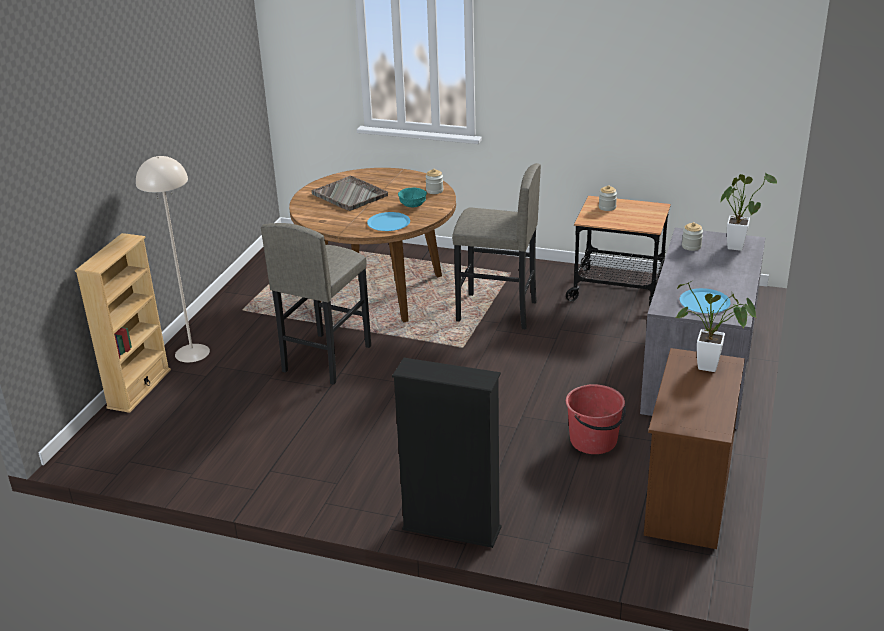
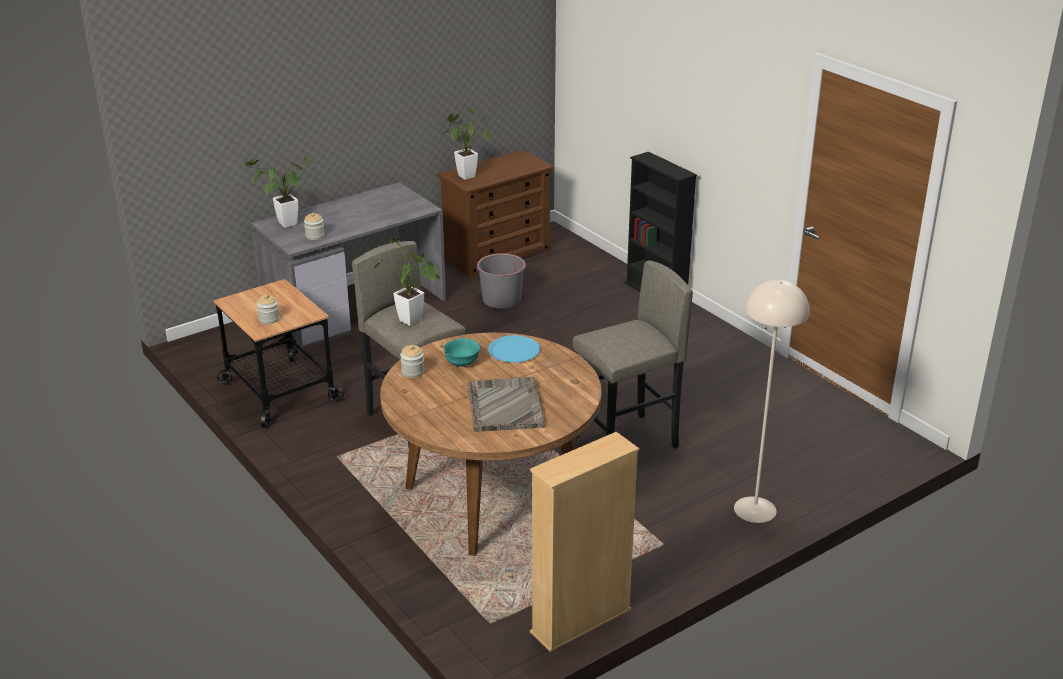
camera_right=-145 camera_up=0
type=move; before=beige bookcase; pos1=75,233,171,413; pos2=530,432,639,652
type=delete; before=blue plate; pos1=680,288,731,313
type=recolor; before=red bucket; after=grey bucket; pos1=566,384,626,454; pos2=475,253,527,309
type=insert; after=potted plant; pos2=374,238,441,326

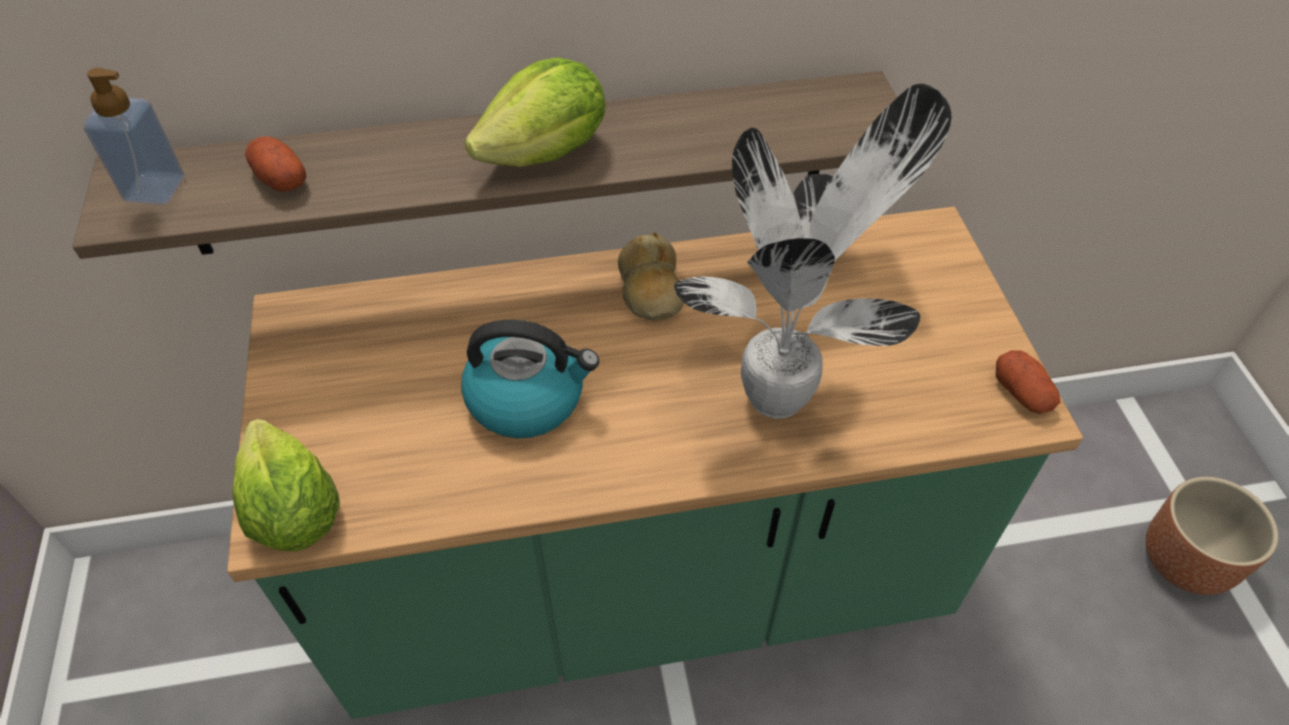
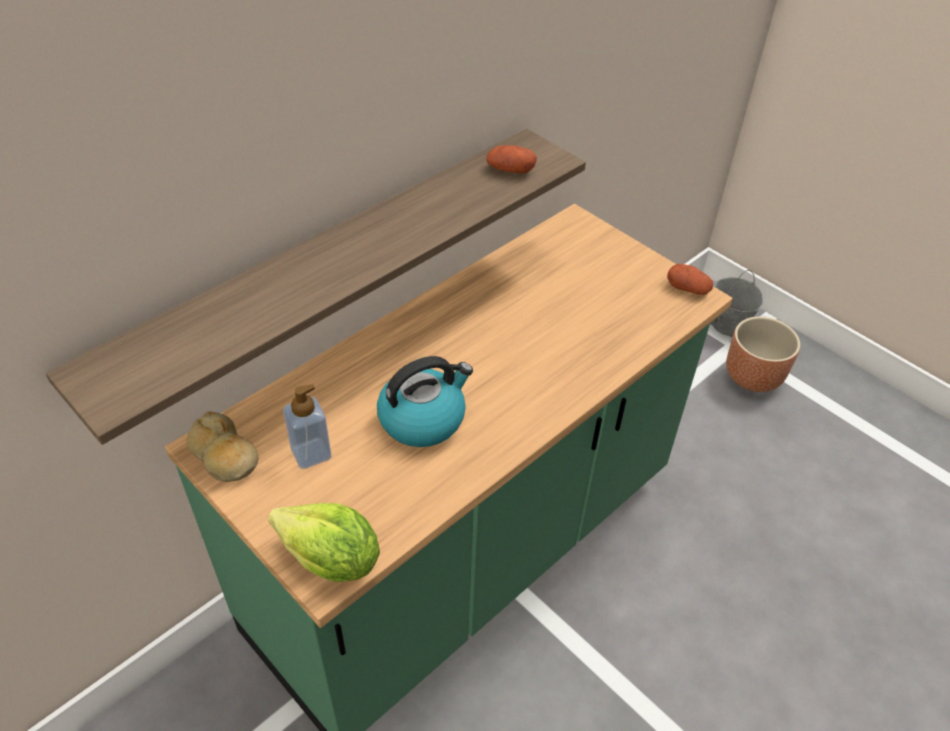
camera_right=-35 camera_up=-5
type=delete; before=lettuce; pos1=464,57,606,167
type=move; before=soap dispenser; pos1=84,68,184,205; pos2=283,384,331,469
type=delete; before=potted plant; pos1=674,84,951,419
type=move; before=potato; pos1=245,136,306,192; pos2=486,145,537,174
type=move; before=bread; pos1=618,232,684,321; pos2=186,411,258,482
type=insert; after=grey bucket; pos2=712,270,764,336

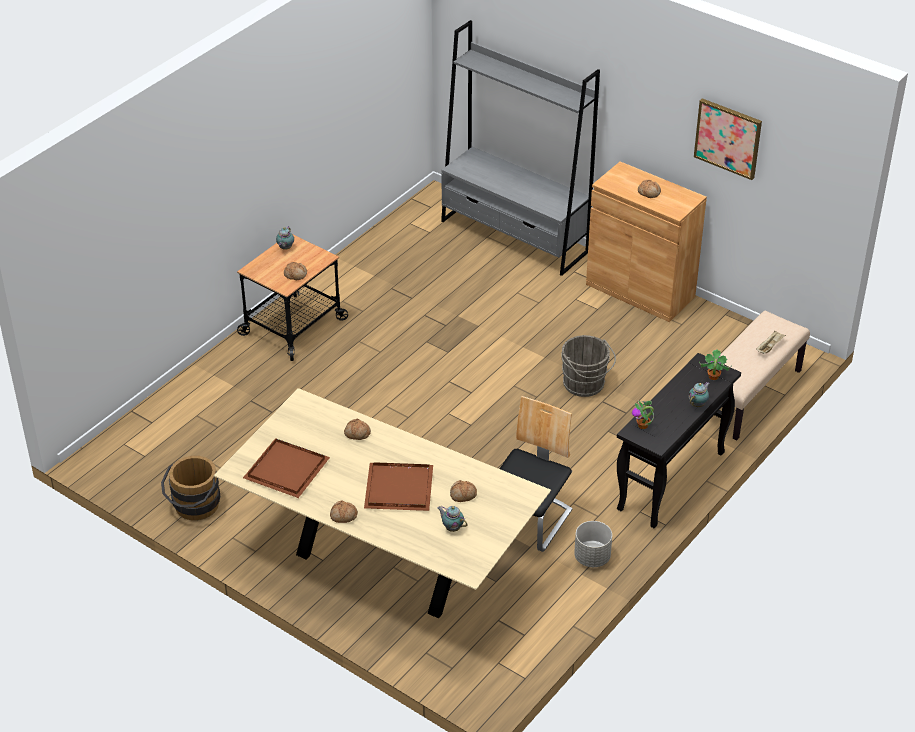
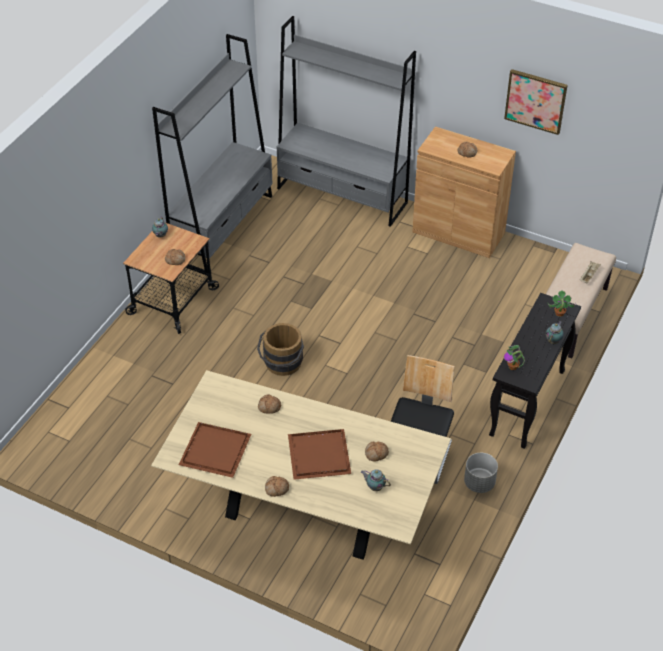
camera_right=-10 camera_up=5
type=delete; before=grey bucket; pos1=561,335,616,397
type=move; before=brown bucket; pos1=161,456,220,520; pos2=257,323,304,376
type=insert; after=grey bookcase; pos2=152,34,273,272

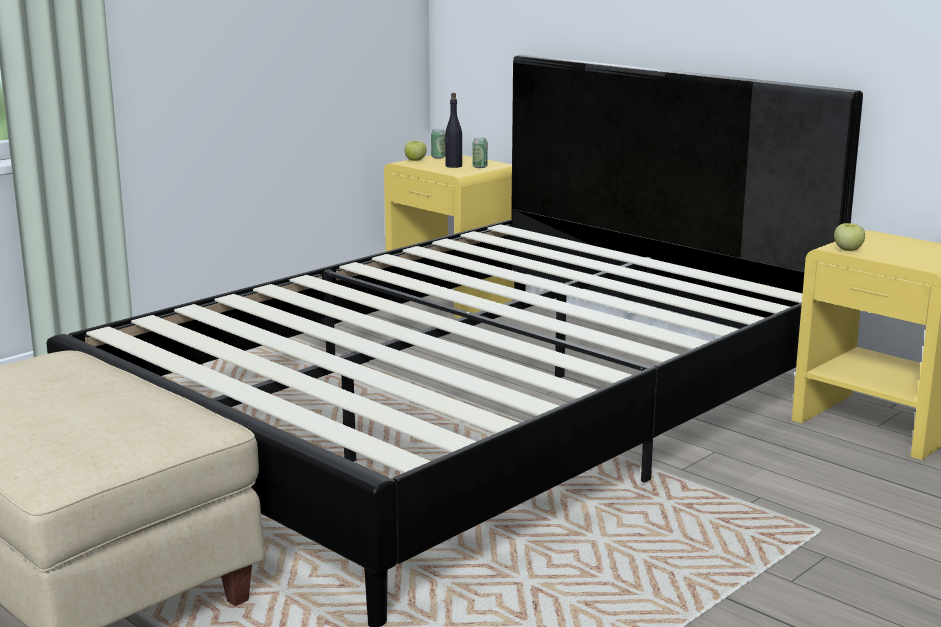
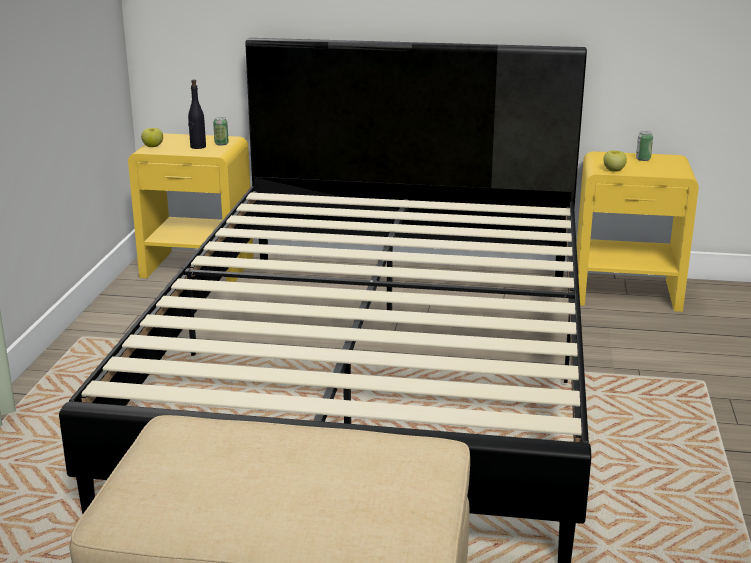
camera_right=-35 camera_up=5
type=move; before=can; pos1=431,129,446,159; pos2=636,131,653,161

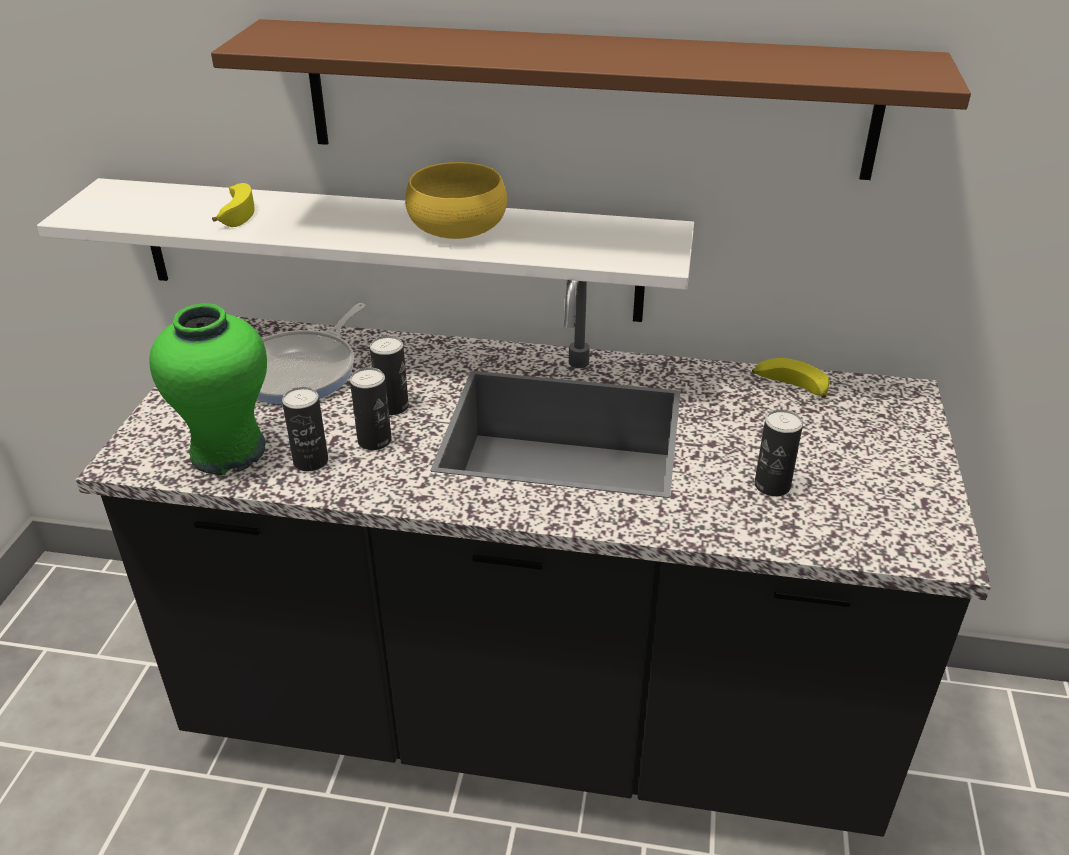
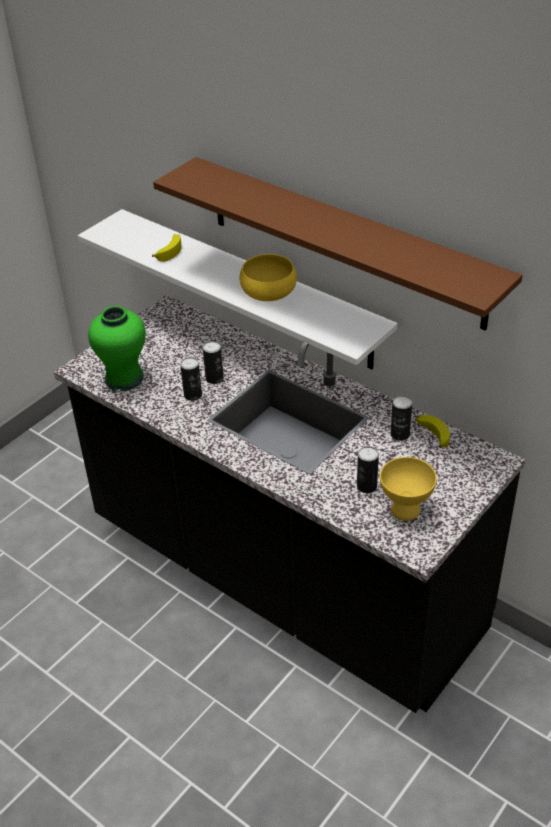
camera_right=30 camera_up=5
type=delete; before=frying pan; pos1=257,303,365,405
type=move; before=can; pos1=282,387,328,471; pos2=391,395,412,441
type=insert; after=yellow bowl; pos2=380,457,437,521

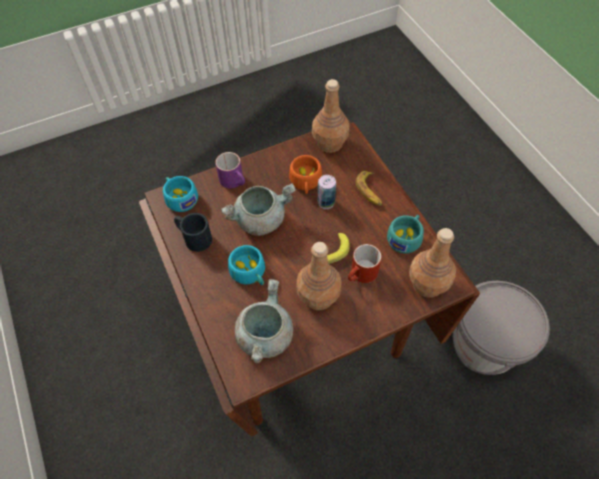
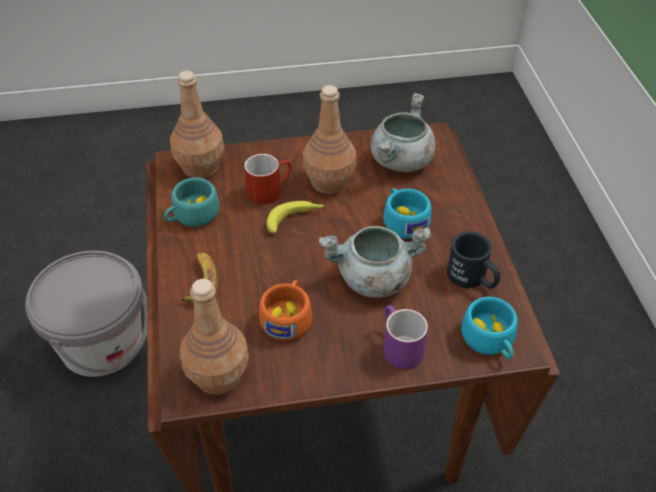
camera_right=-165 camera_up=-10
type=delete; before=can; pos1=318,175,336,209

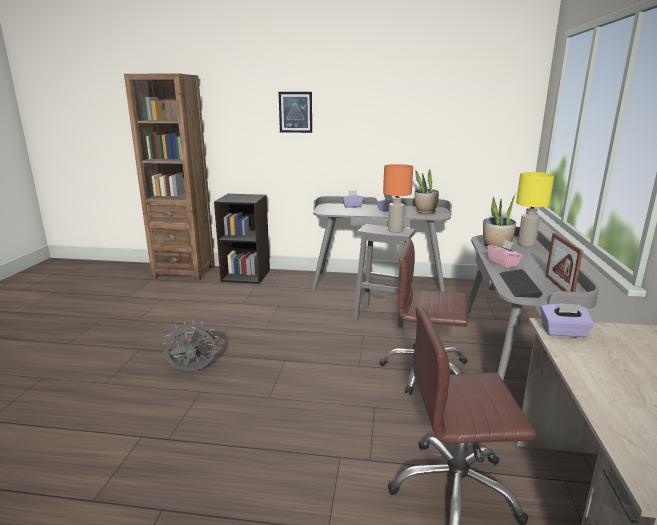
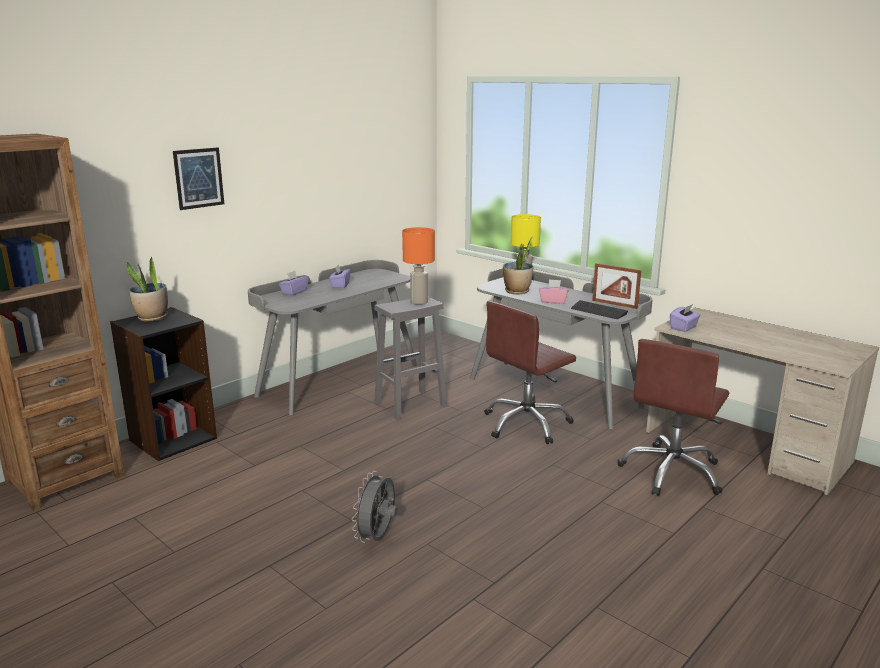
camera_right=-55 camera_up=0
type=move; before=potted plant; pos1=414,169,439,214; pos2=126,257,168,321

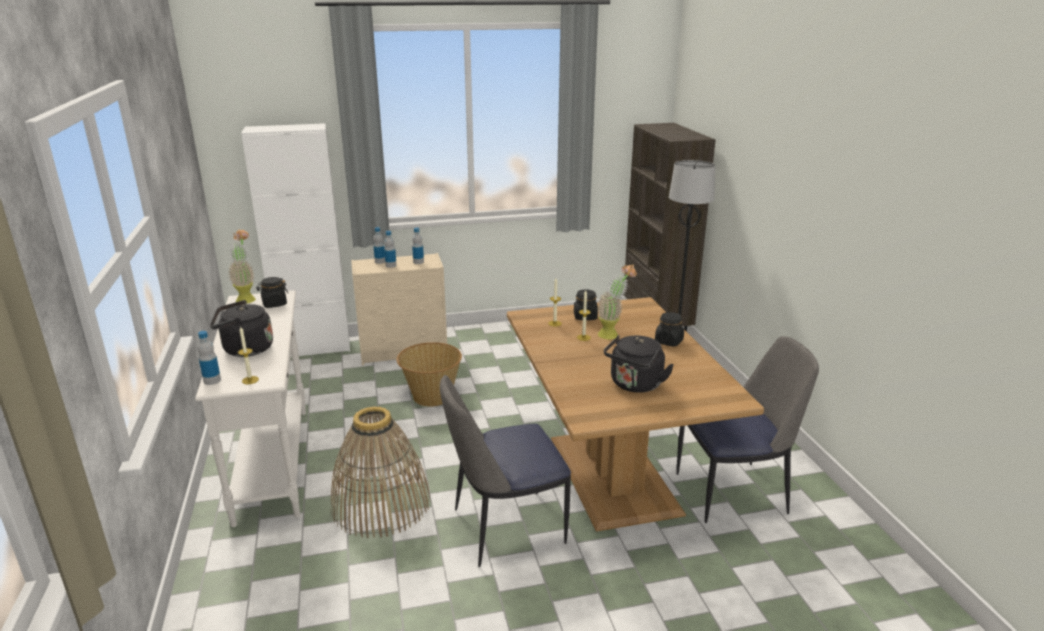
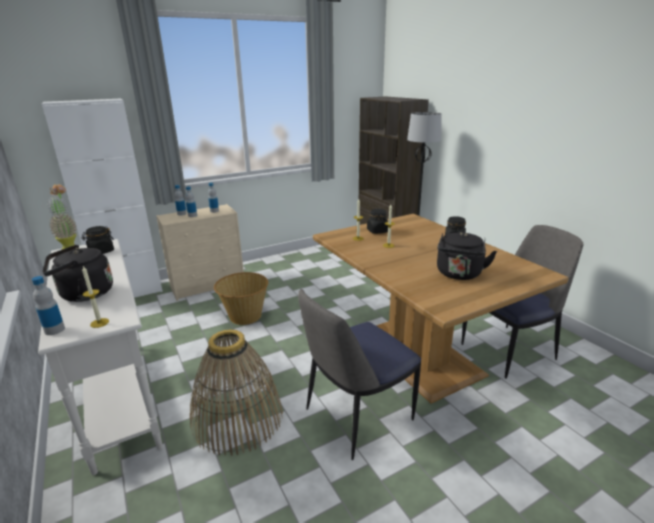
camera_right=-15 camera_up=0
type=delete; before=potted plant; pos1=598,264,637,339

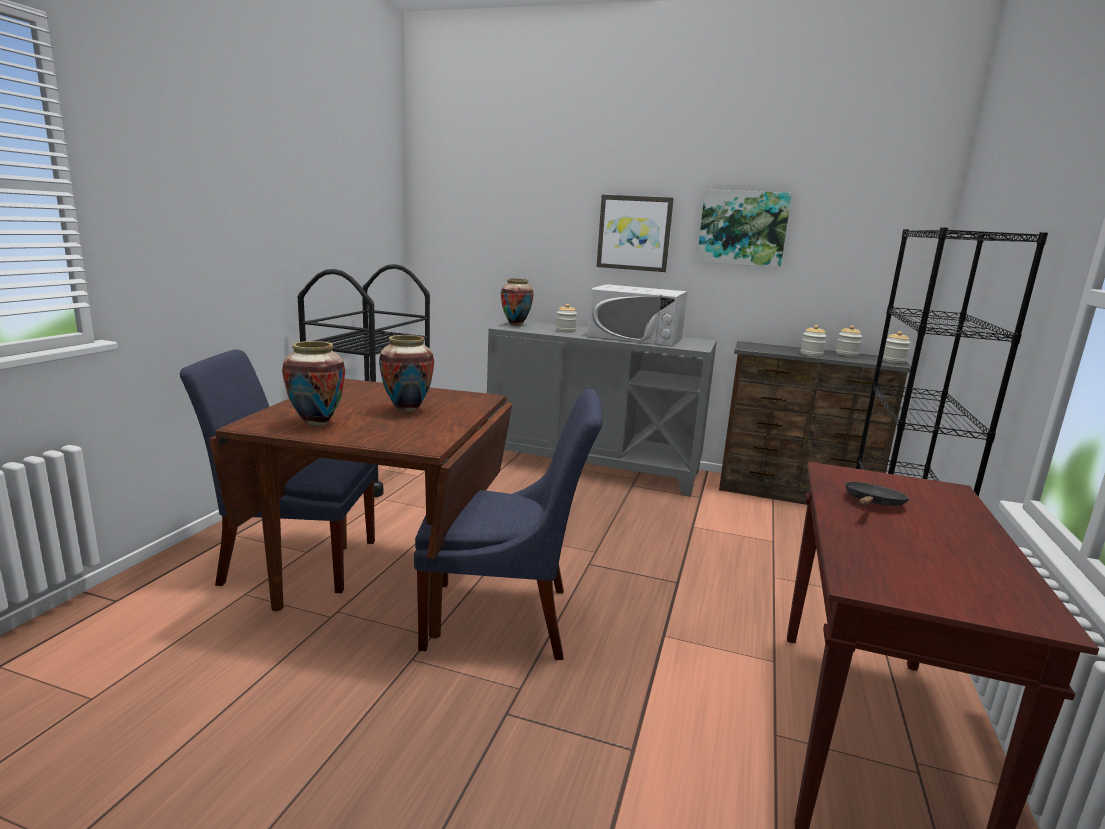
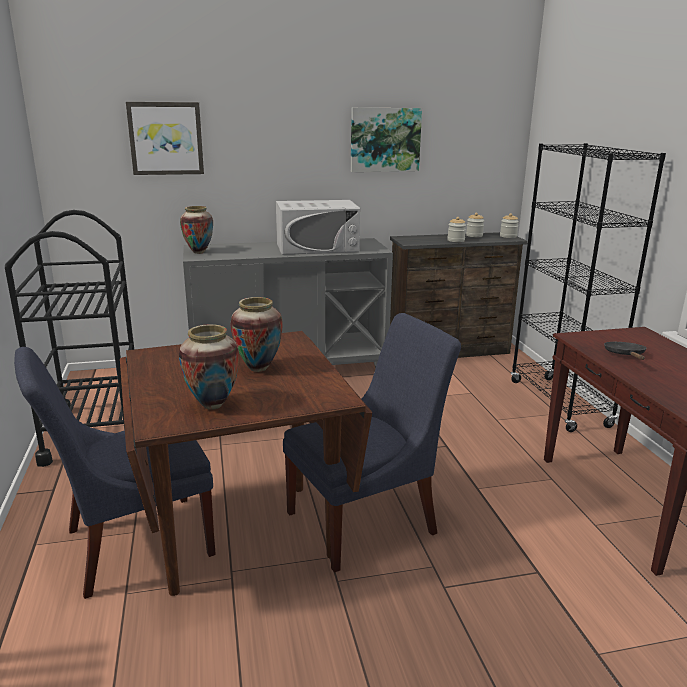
camera_right=-30 camera_up=5
type=move; before=picture; pos1=597,195,674,272; pos2=126,102,204,175
type=delete; before=jar; pos1=556,304,577,333

